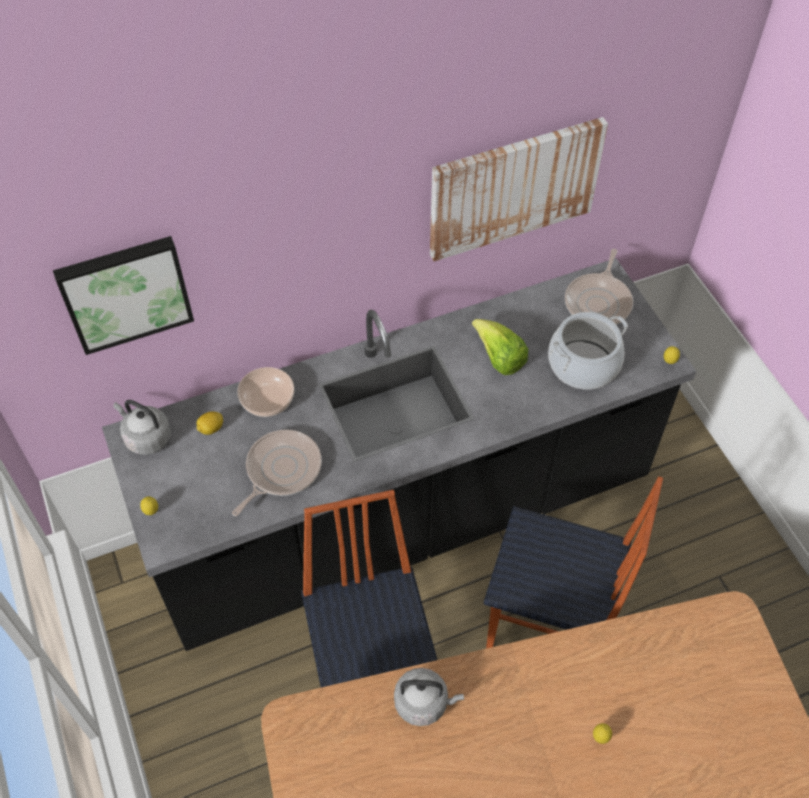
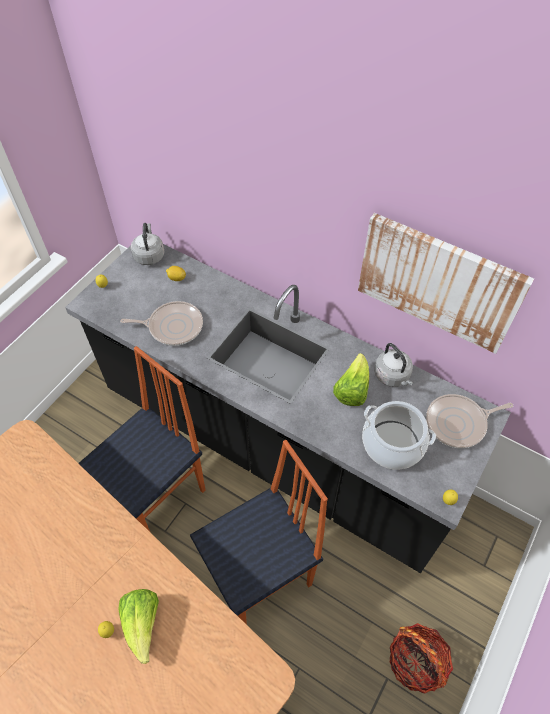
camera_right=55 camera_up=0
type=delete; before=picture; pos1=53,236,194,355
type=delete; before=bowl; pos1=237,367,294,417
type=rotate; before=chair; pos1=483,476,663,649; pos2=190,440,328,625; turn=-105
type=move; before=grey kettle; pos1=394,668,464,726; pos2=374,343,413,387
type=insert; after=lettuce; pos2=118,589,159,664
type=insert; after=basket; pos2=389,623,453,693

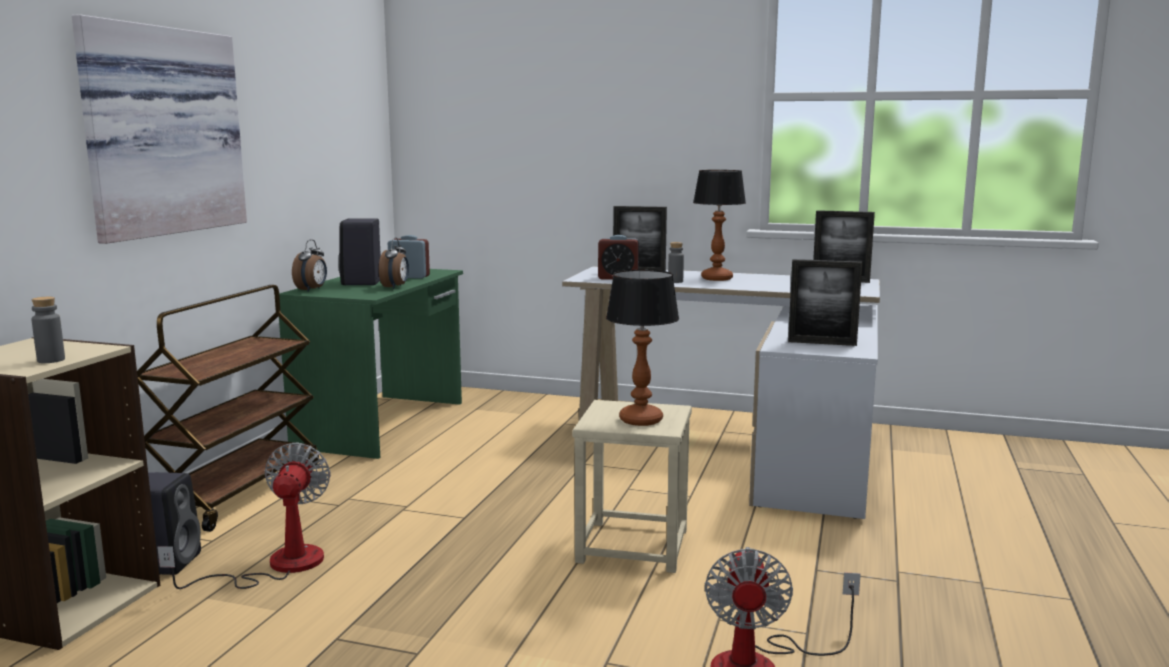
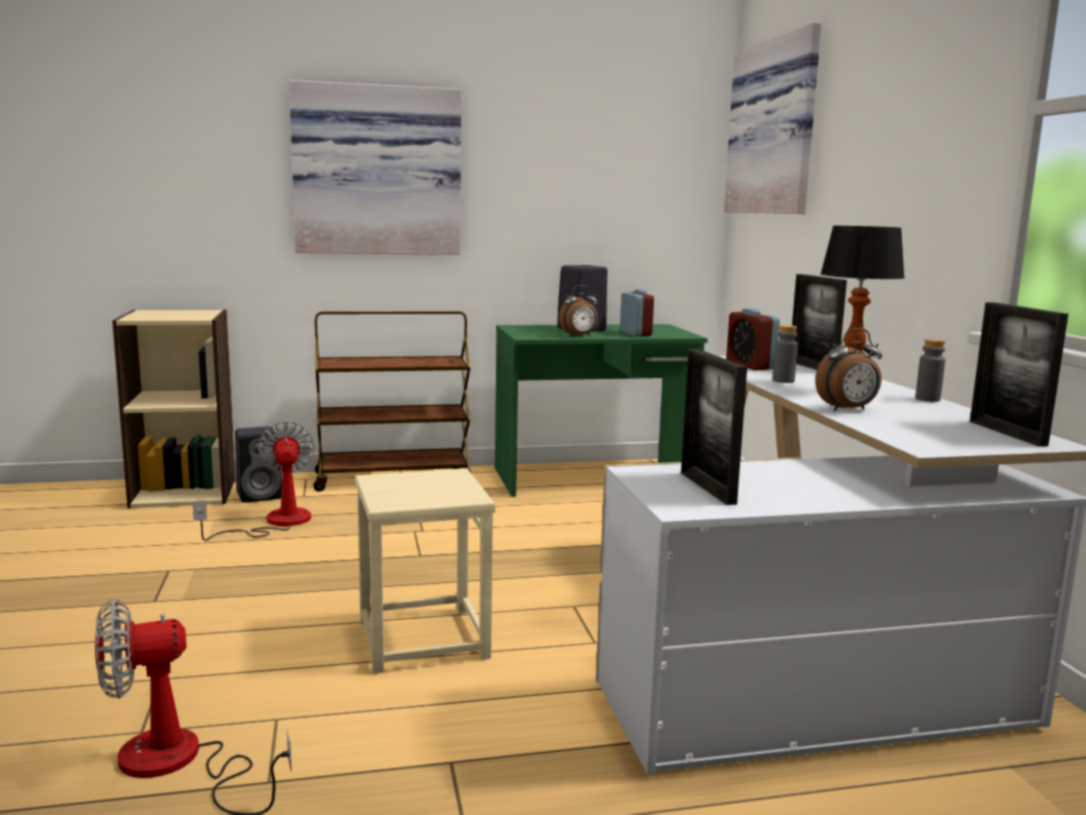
camera_right=60 camera_up=0
type=move; before=alarm clock; pos1=292,240,327,292; pos2=815,328,882,411
type=delete; before=table lamp; pos1=606,270,679,426
type=move; before=grey bottle; pos1=31,297,65,363; pos2=915,339,945,402
type=rotate; before=fan; pos1=157,443,331,589; pos2=193,421,314,541; turn=-75
type=insert; after=picture; pos2=724,22,822,214

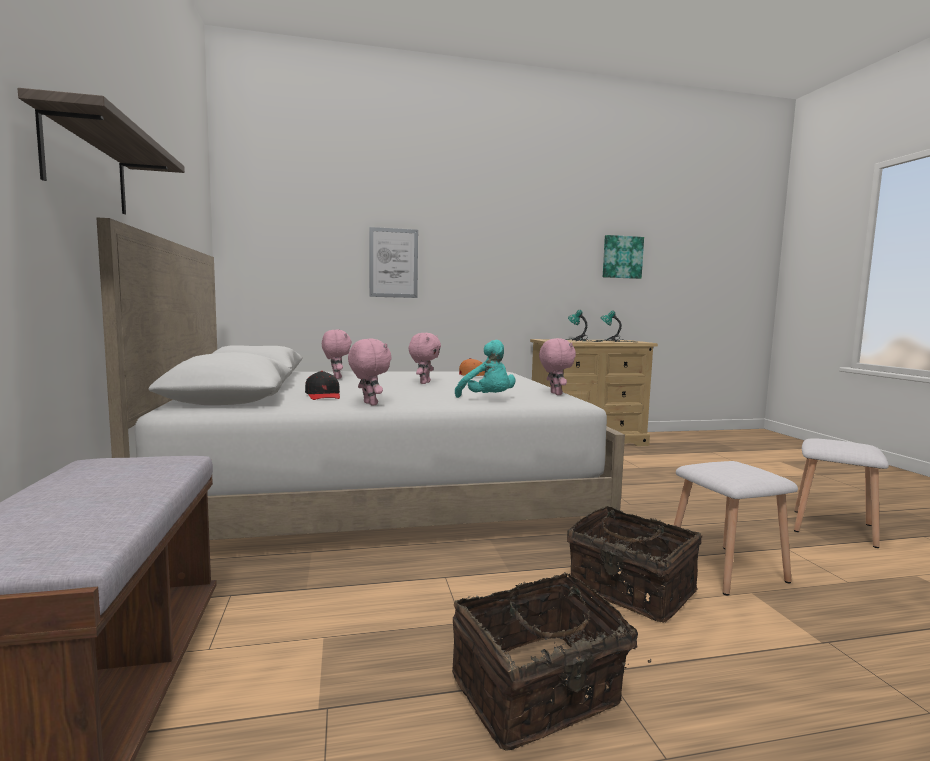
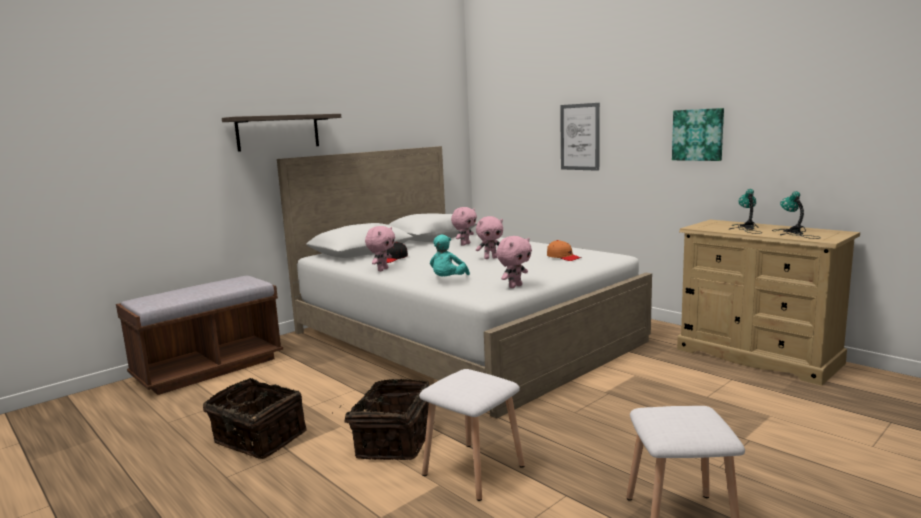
camera_right=60 camera_up=5
type=move; before=picture; pos1=603,235,644,279; pos2=672,108,724,161

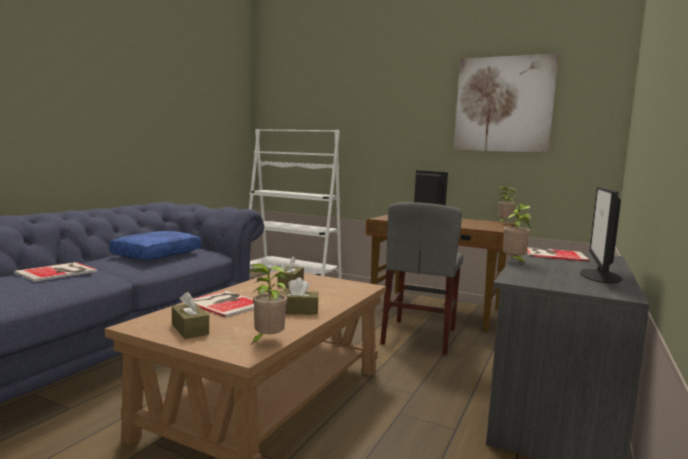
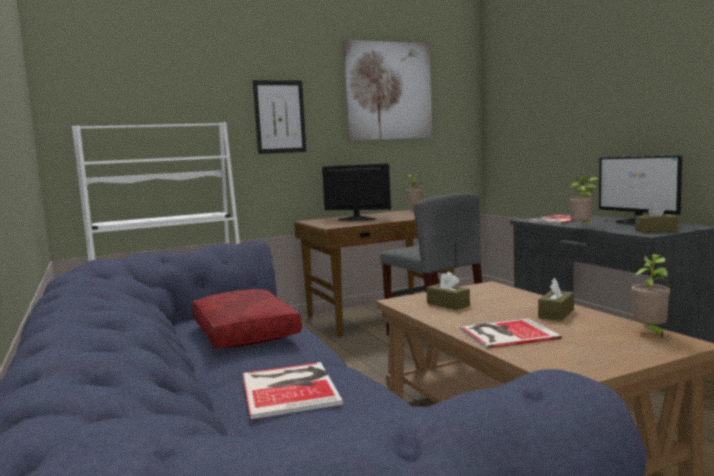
camera_right=-50 camera_up=0
type=recolor; before=blue pillow; after=red pillow; pos1=109,231,201,260; pos2=192,289,302,348
type=move; before=brown tissue box; pos1=172,292,209,339; pos2=635,202,677,232
type=insert; after=picture; pos2=253,80,306,154

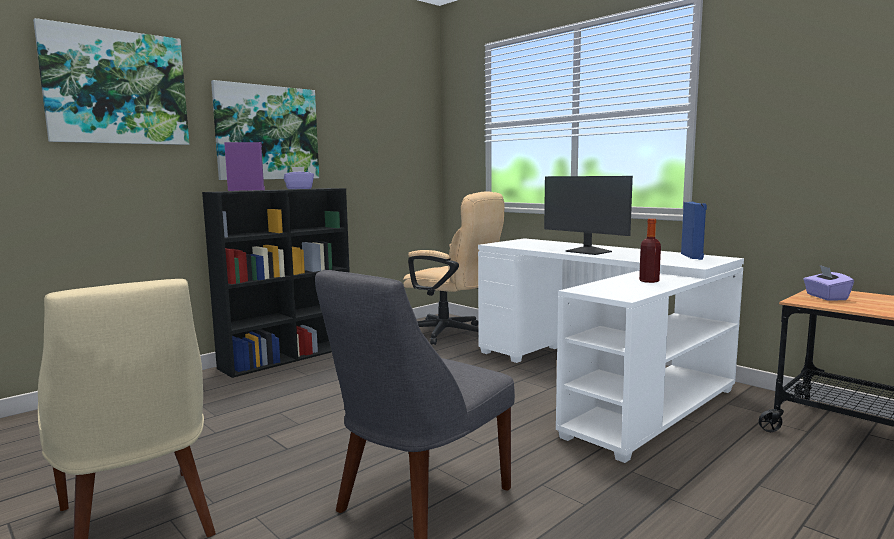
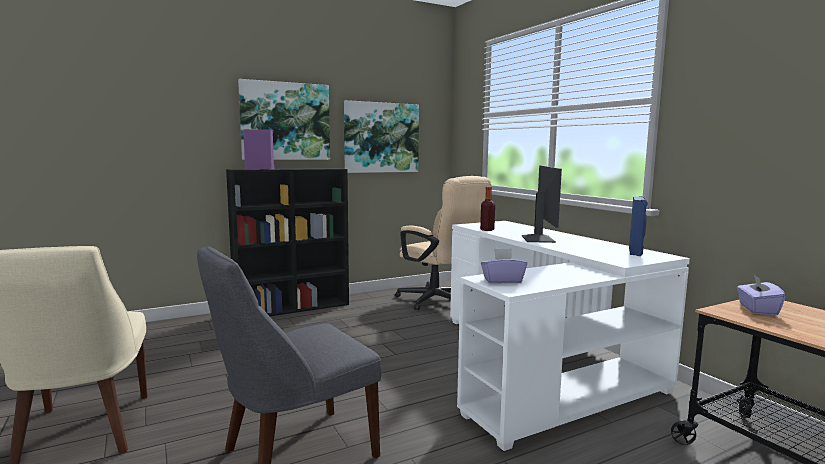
camera_right=15 camera_up=0
type=move; before=picture; pos1=33,18,189,145; pos2=344,100,419,173
type=move; before=purple tissue box; pos1=284,167,314,189; pos2=481,248,527,284
type=rotate; before=monitor; pos1=544,176,633,255; pos2=522,165,562,243; turn=-150
type=move; before=bottle; pos1=639,219,661,283; pos2=480,187,495,231

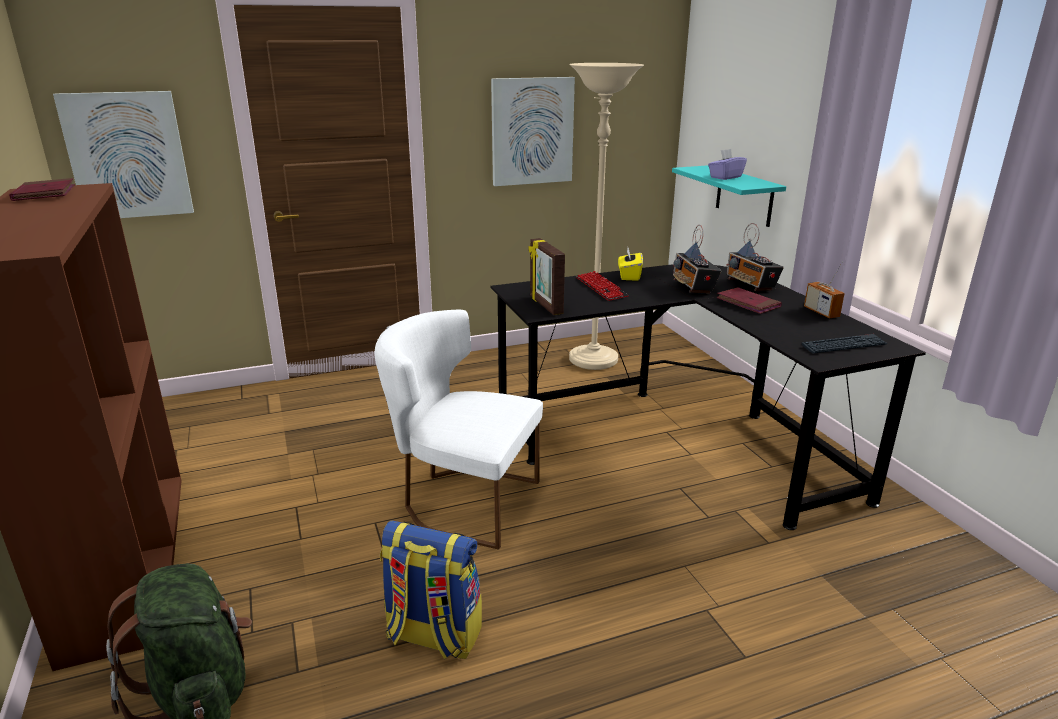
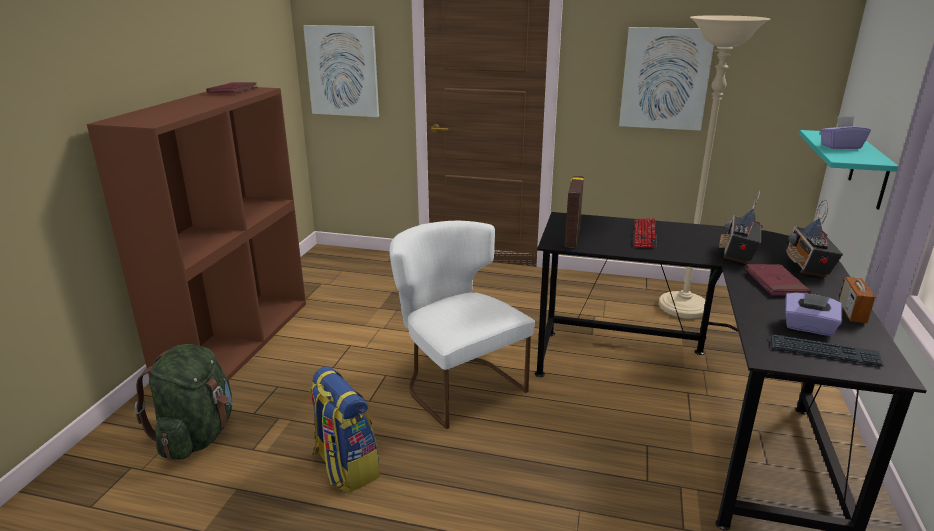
camera_right=35 camera_up=0
type=delete; before=yellow tissue box; pos1=618,248,643,281
type=insert; after=purple tissue box; pos2=785,292,842,336

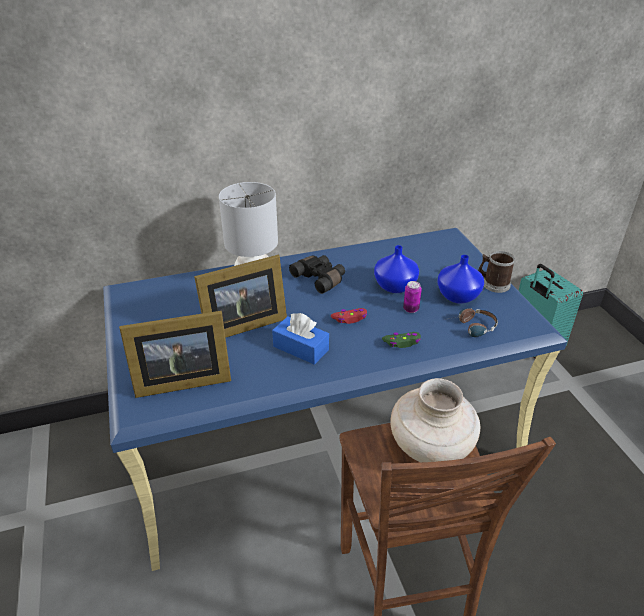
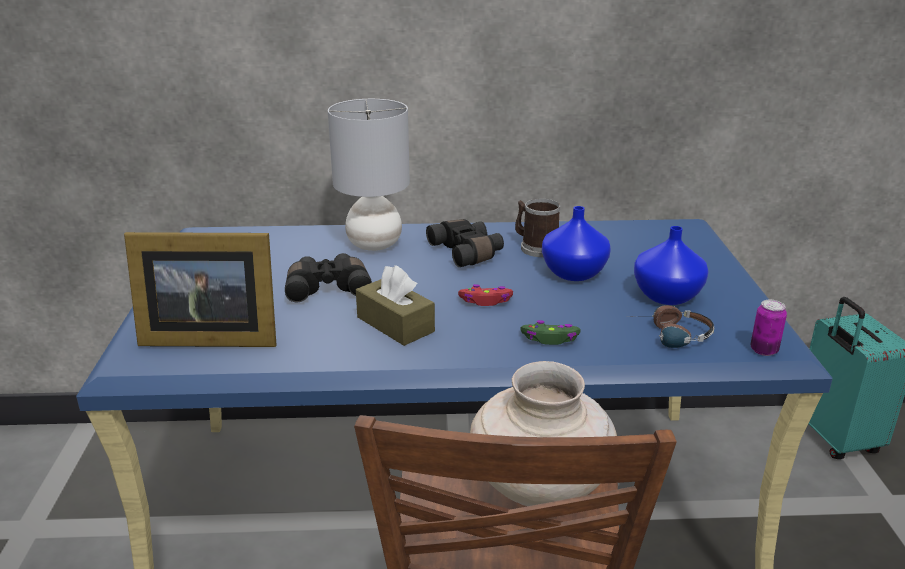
camera_right=15 camera_up=-10
type=move; before=mug; pos1=478,251,515,293; pos2=515,199,560,257
type=replace; before=picture frame; after=black binoculars; pos1=194,255,287,338; pos2=285,253,372,302
type=move; before=can; pos1=403,281,422,313; pos2=750,300,787,356
type=recolor; before=blue tissue box; after=brown tissue box; pos1=272,313,329,365; pos2=356,265,435,346

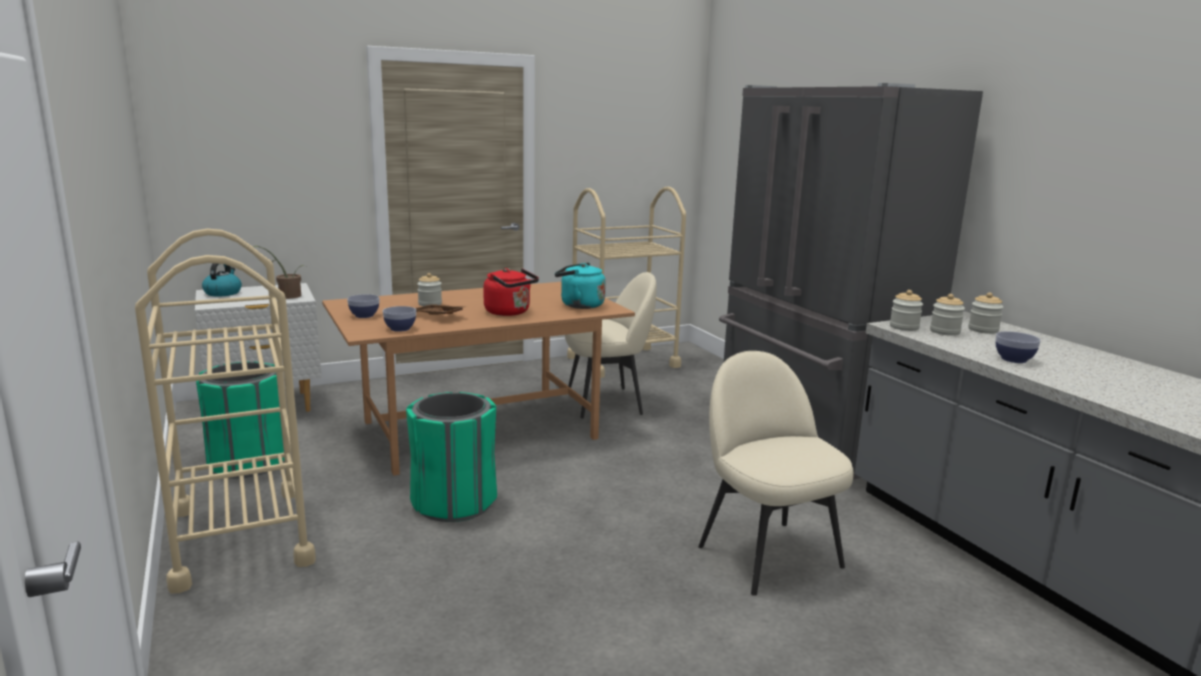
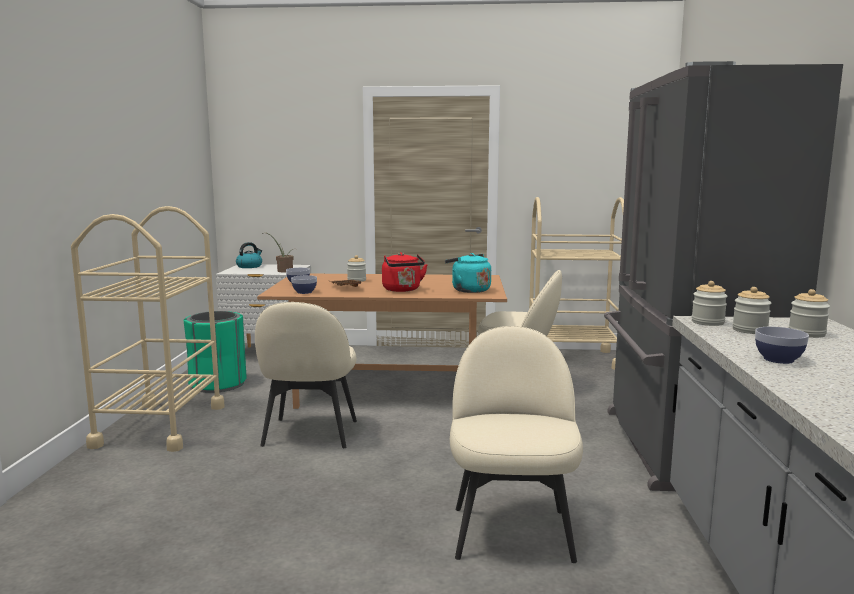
camera_right=30 camera_up=-5
type=replace; before=green trash can; after=beige chair; pos1=406,392,497,522; pos2=255,302,357,448

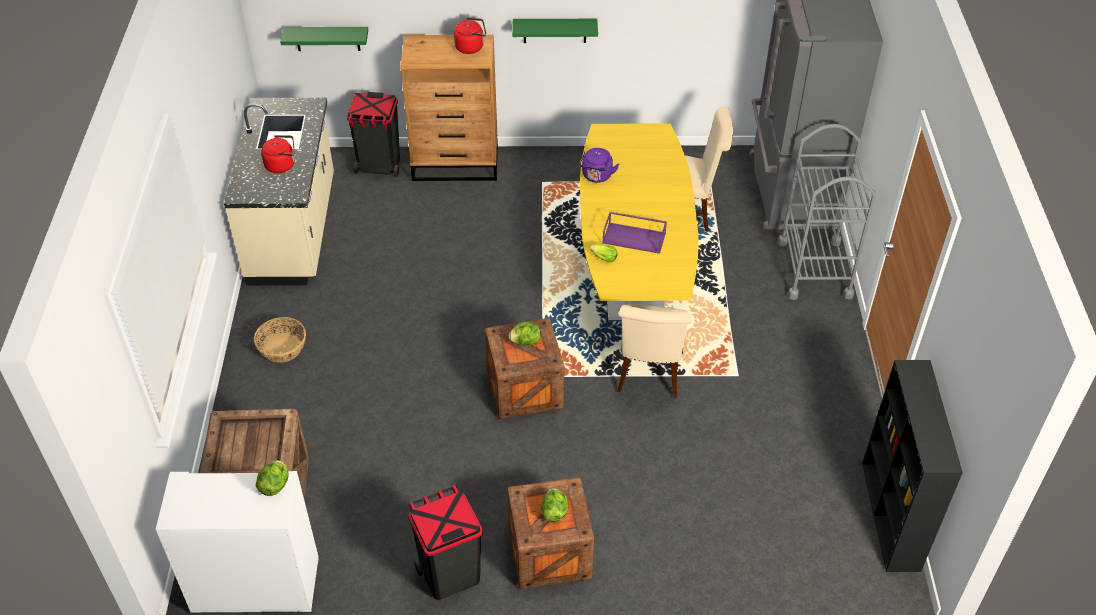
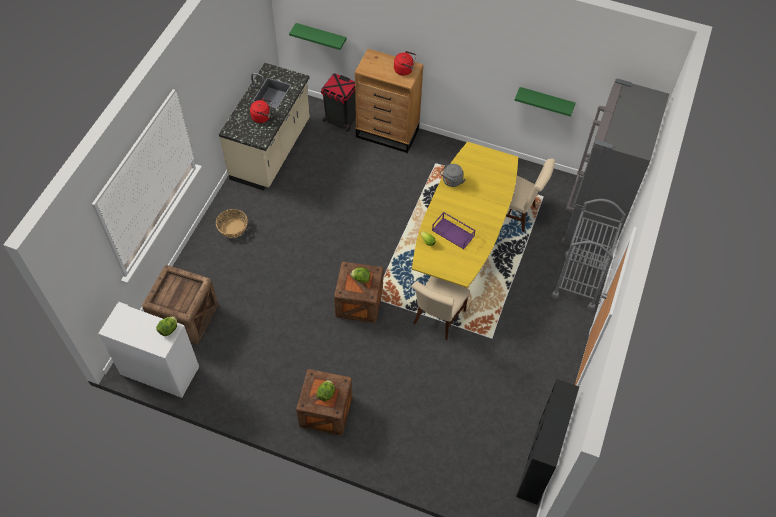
camera_right=20 camera_up=10
type=move; before=green shelf; pos1=512,19,598,43; pos2=514,87,576,117
type=recolor; before=purple kettle; after=grey kettle; pos1=580,148,619,183; pos2=440,164,466,187
type=delete; before=black trash can; pos1=408,485,483,600

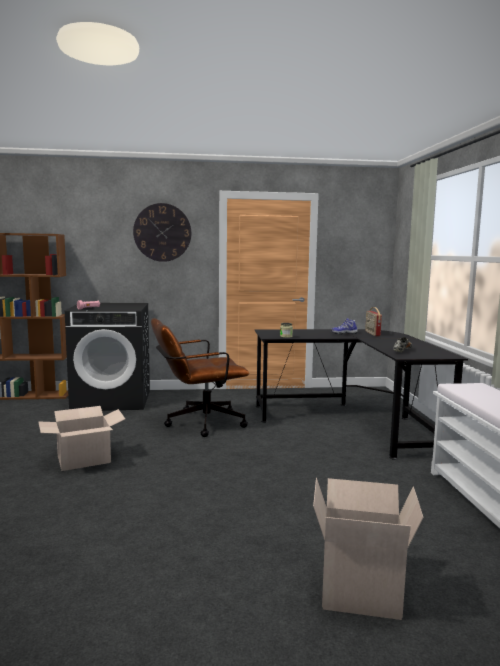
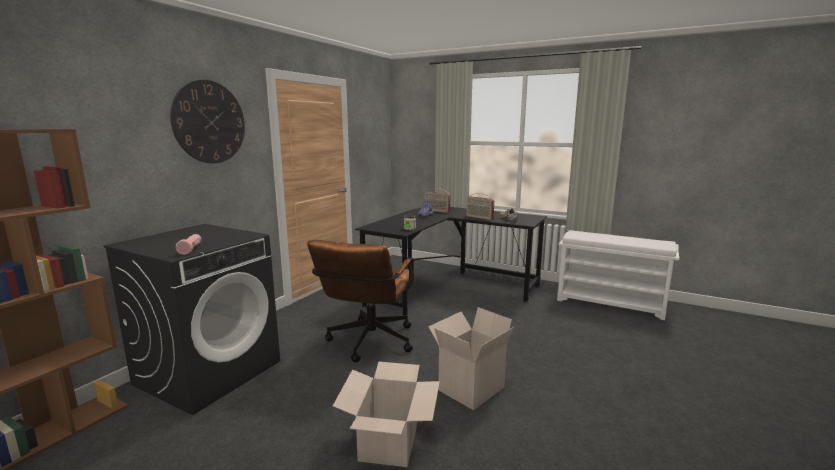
camera_right=-55 camera_up=5
type=move; before=cardboard box; pos1=313,478,423,620; pos2=428,307,514,410
type=insert; after=radio; pos2=466,193,494,220

